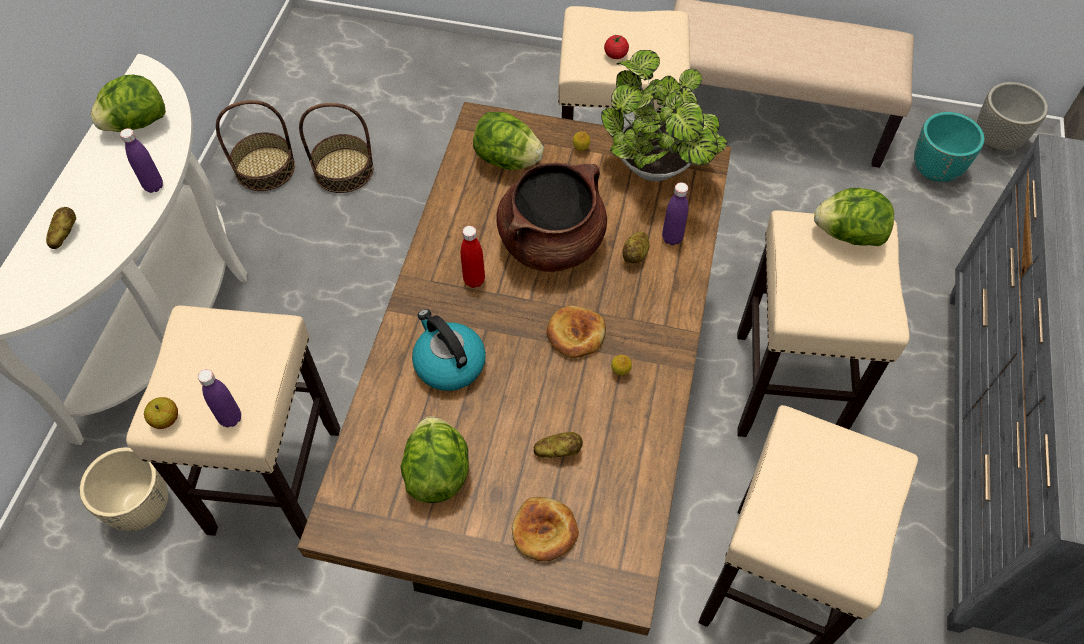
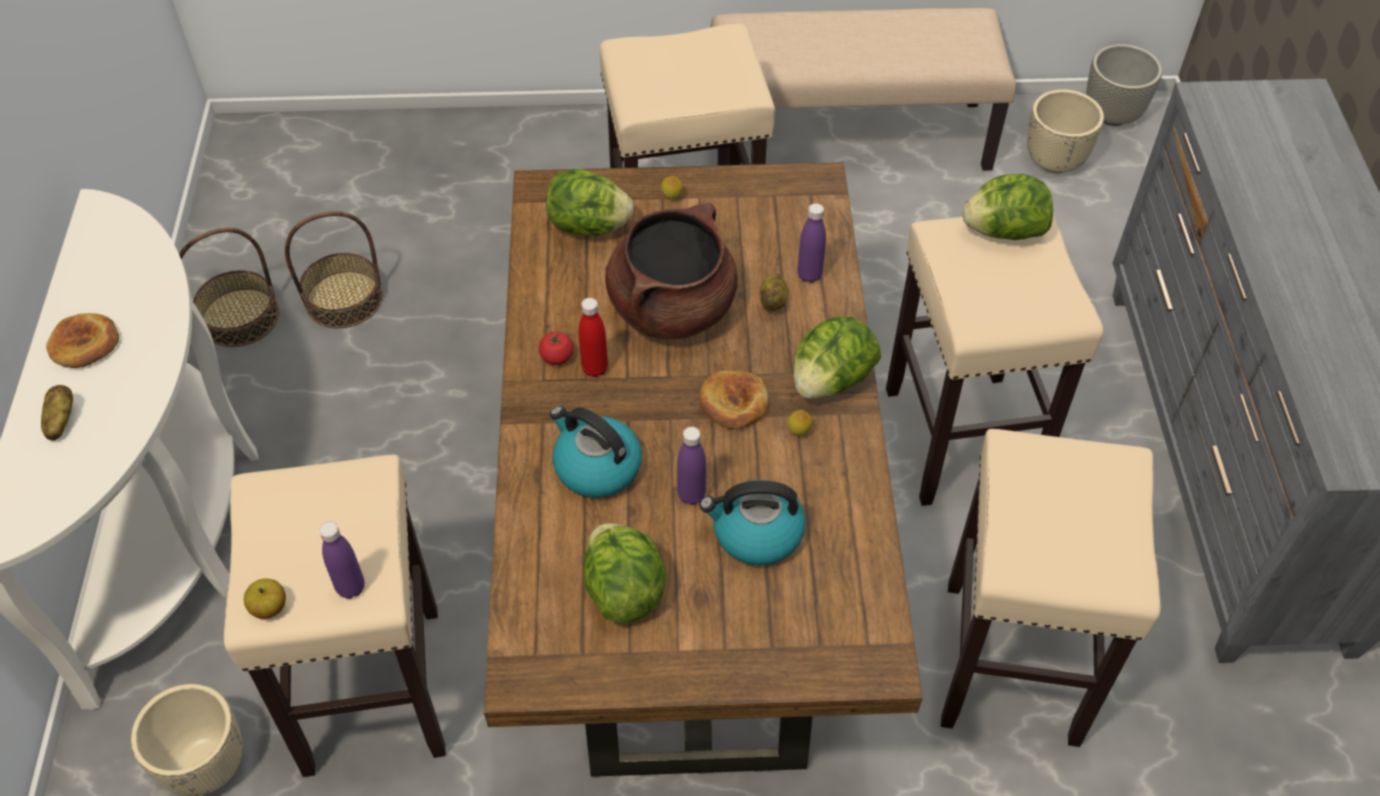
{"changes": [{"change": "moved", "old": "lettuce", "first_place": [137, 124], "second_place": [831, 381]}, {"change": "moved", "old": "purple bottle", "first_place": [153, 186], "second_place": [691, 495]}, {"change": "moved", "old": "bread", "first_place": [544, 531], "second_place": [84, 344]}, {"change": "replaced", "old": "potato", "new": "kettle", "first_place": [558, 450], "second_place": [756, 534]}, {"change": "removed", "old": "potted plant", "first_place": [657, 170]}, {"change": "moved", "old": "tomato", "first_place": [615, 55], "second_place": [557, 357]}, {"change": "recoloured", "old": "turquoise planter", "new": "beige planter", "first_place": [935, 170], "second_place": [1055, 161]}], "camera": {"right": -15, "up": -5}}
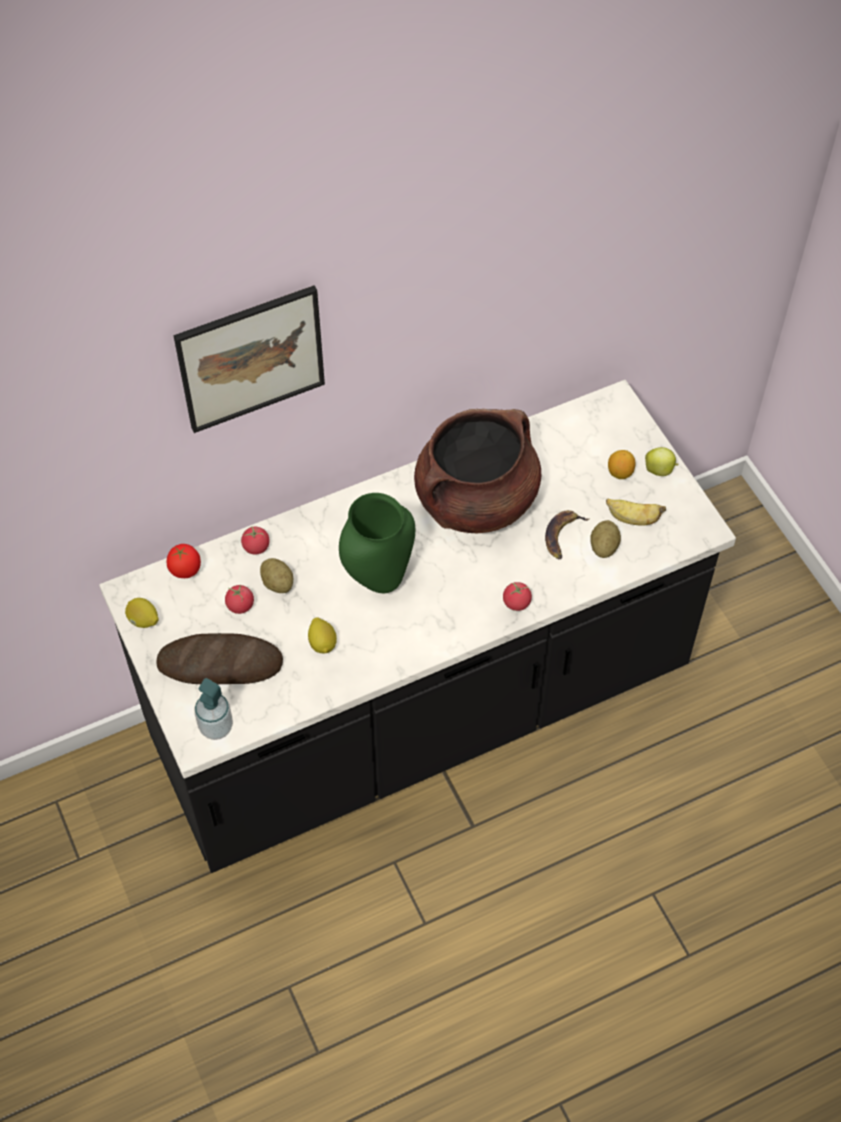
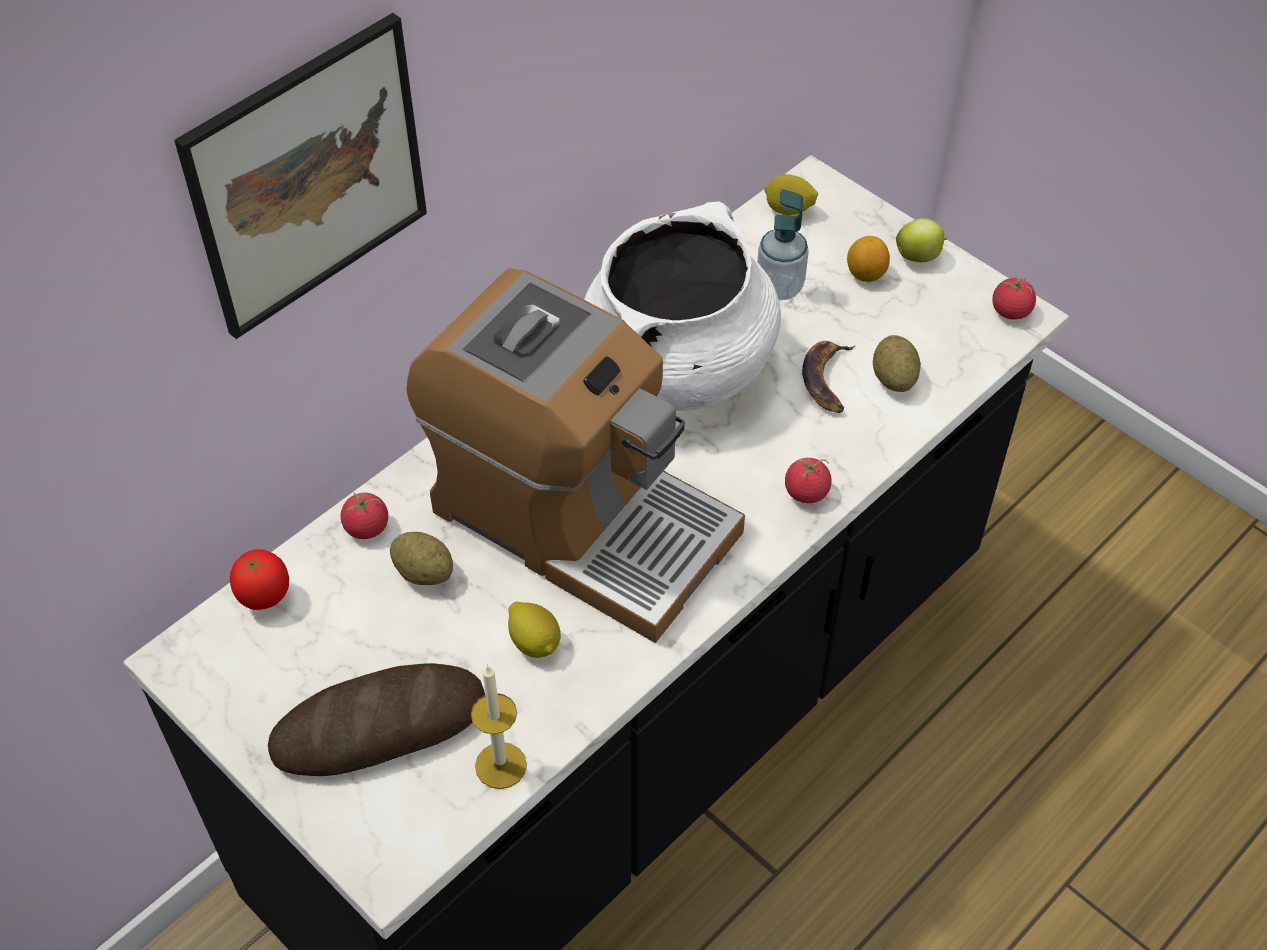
{"changes": [{"change": "moved", "old": "lemon", "first_place": [143, 620], "second_place": [788, 210]}, {"change": "moved", "old": "soap dispenser", "first_place": [216, 727], "second_place": [779, 287]}, {"change": "moved", "old": "tomato", "first_place": [240, 605], "second_place": [1011, 311]}, {"change": "replaced", "old": "green vase", "new": "coffee machine", "first_place": [378, 578], "second_place": [580, 519]}, {"change": "recoloured", "old": "brown cooking pot", "new": "white cooking pot", "first_place": [476, 500], "second_place": [678, 367]}, {"change": "removed", "old": "banana", "first_place": [632, 519]}, {"change": "added", "new": "candle", "second_place": [501, 765]}], "camera": {"right": -20, "up": -5}}
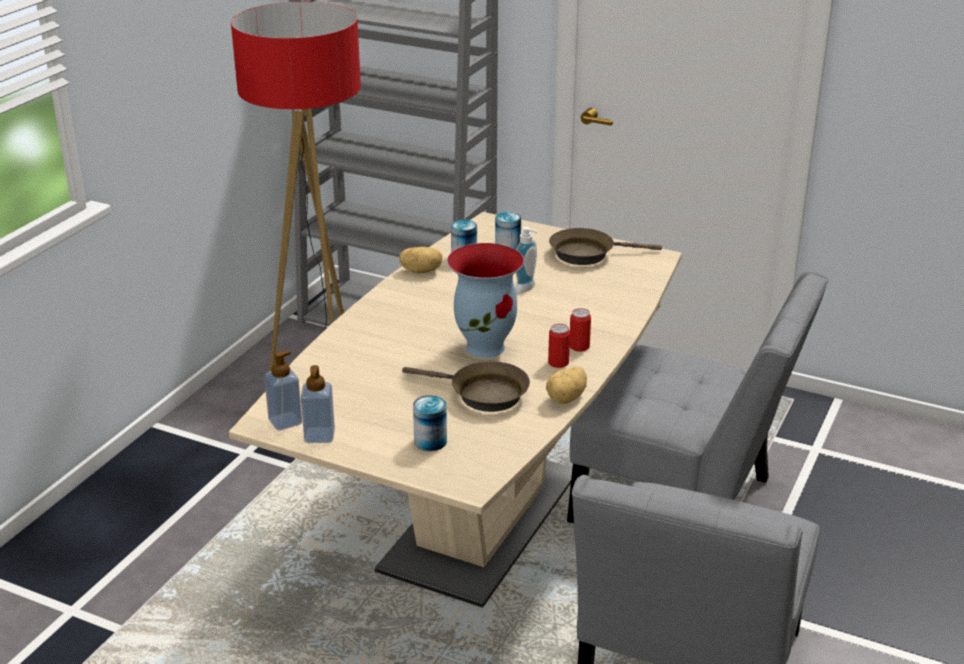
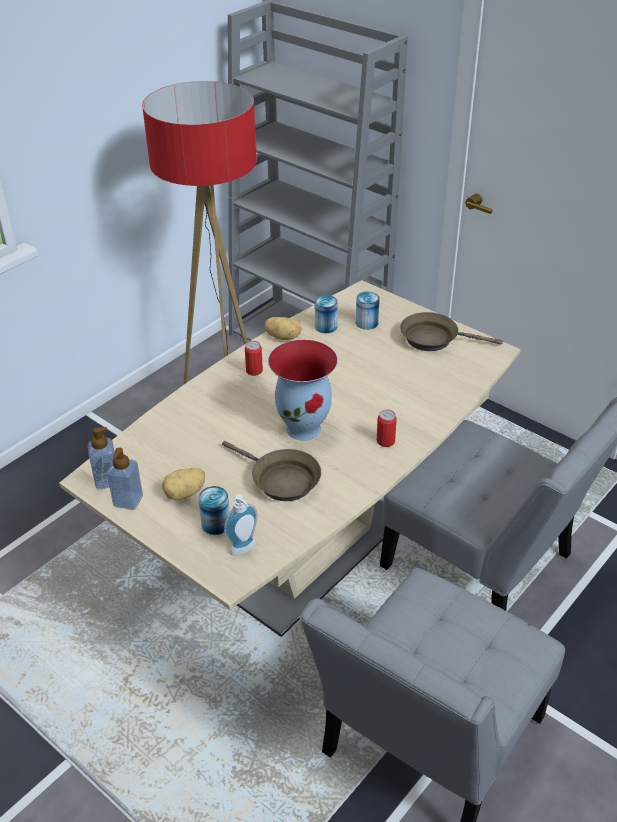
{"changes": [{"change": "moved", "old": "soap dispenser", "first_place": [527, 289], "second_place": [245, 550]}, {"change": "moved", "old": "potato", "first_place": [567, 398], "second_place": [185, 493]}, {"change": "moved", "old": "can", "first_place": [558, 363], "second_place": [254, 371]}], "camera": {"right": 15, "up": 10}}
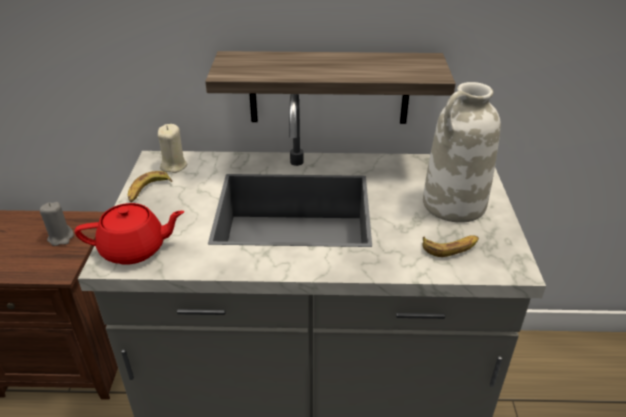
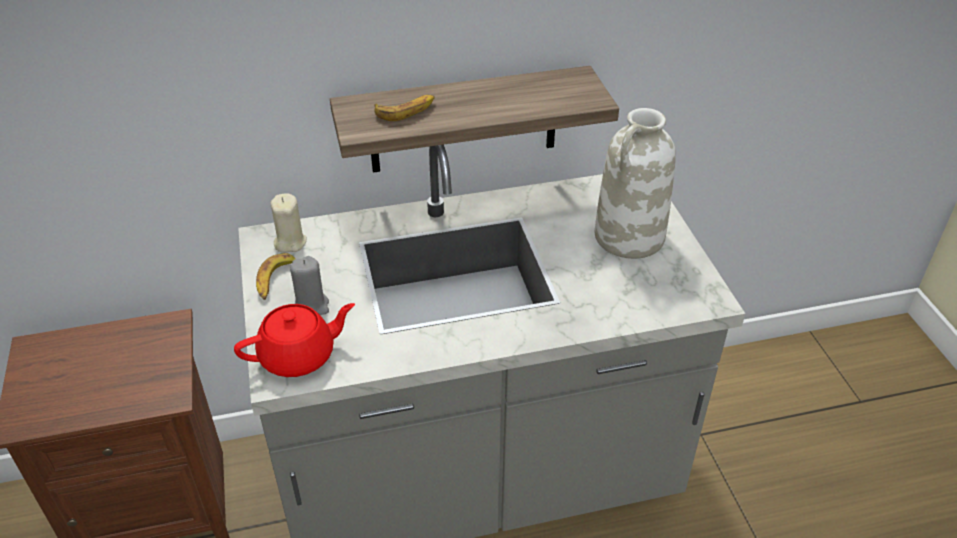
{"changes": [{"change": "moved", "old": "grey candle", "first_place": [61, 238], "second_place": [312, 306]}, {"change": "moved", "old": "banana", "first_place": [450, 247], "second_place": [406, 111]}], "camera": {"right": -15, "up": 5}}
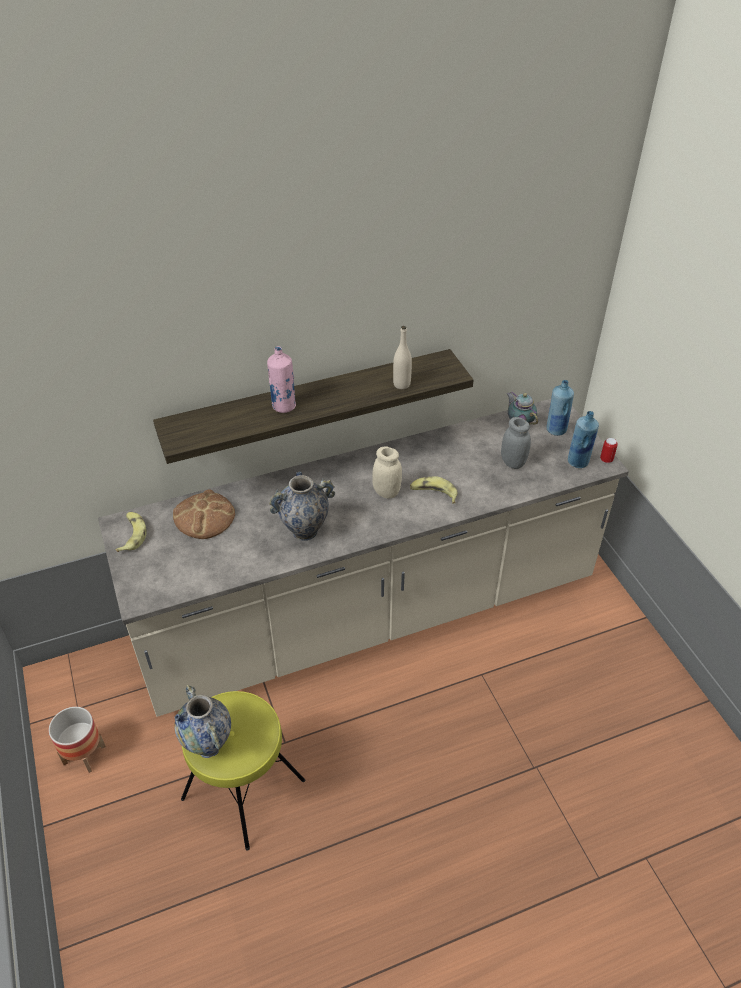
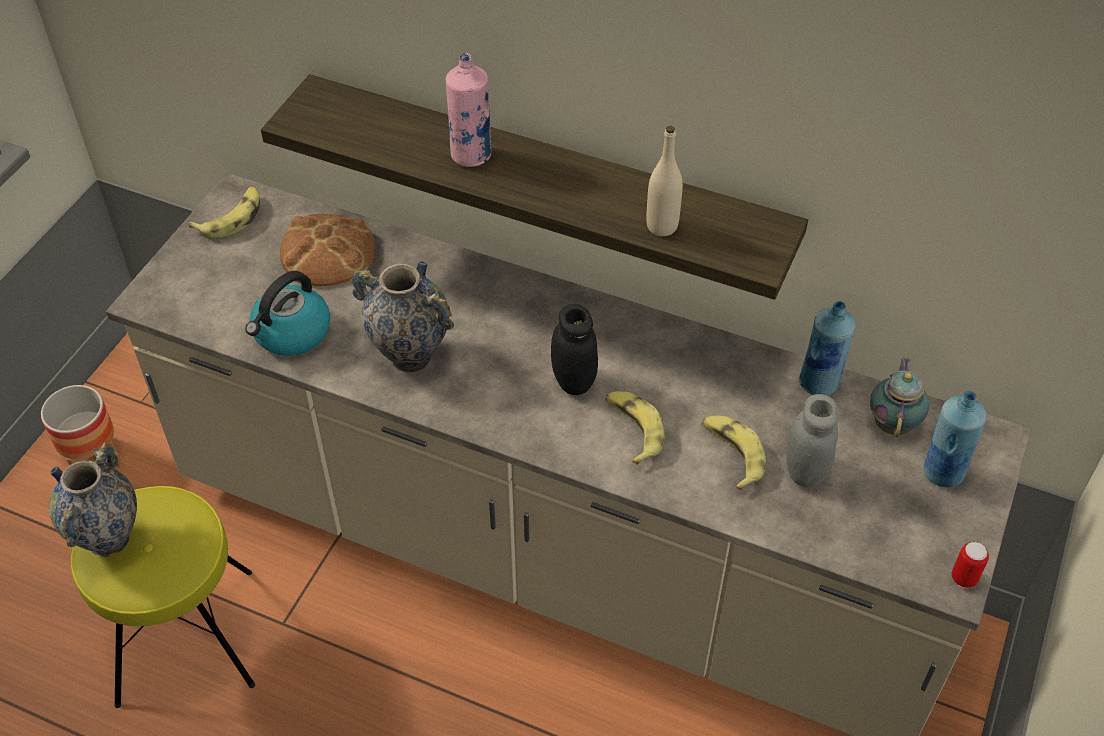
{"changes": [{"change": "recoloured", "old": "beige jar", "new": "black jar", "first_place": [386, 492], "second_place": [574, 381]}, {"change": "moved", "old": "blue bottle", "first_place": [578, 462], "second_place": [819, 383]}, {"change": "added", "new": "kettle", "second_place": [291, 333]}, {"change": "added", "new": "banana", "second_place": [731, 454]}], "camera": {"right": 45, "up": 5}}
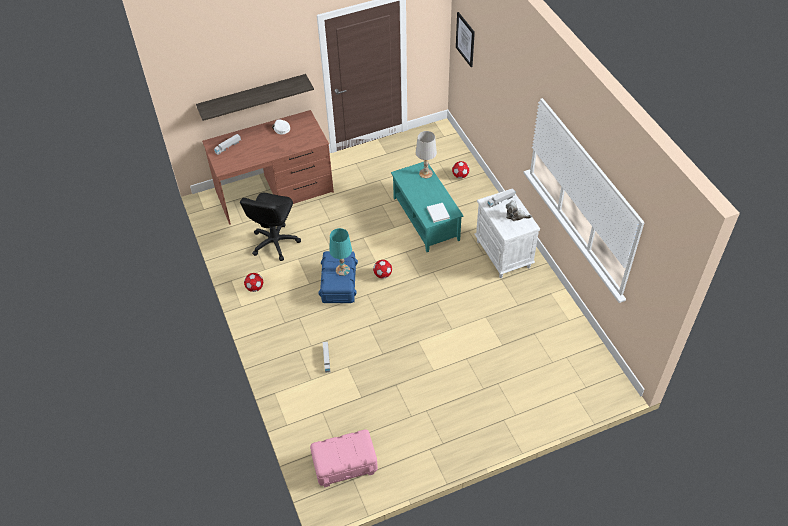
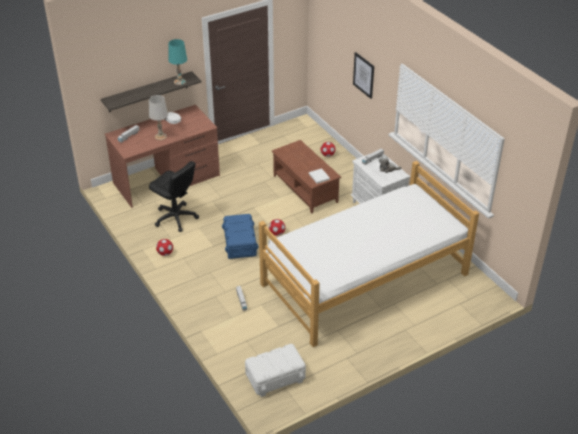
{"changes": [{"change": "turned", "old": "black office chair", "first_place": [275, 242], "second_place": [175, 218], "degrees": -60}, {"change": "recoloured", "old": "pink storage box", "new": "white storage box", "first_place": [344, 464], "second_place": [275, 377]}, {"change": "moved", "old": "turquoise table lamp", "first_place": [342, 270], "second_place": [179, 82]}, {"change": "recoloured", "old": "turquoise coffee table", "new": "brown coffee table", "first_place": [426, 219], "second_place": [305, 189]}, {"change": "moved", "old": "white table lamp", "first_place": [426, 173], "second_place": [161, 136]}, {"change": "moved", "old": "picture", "first_place": [465, 39], "second_place": [364, 75]}, {"change": "added", "new": "bed", "second_place": [365, 279]}], "camera": {"right": -10, "up": -10}}
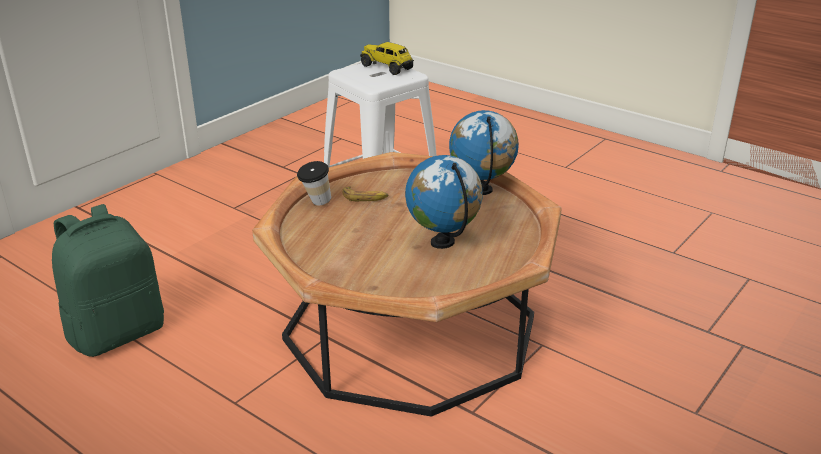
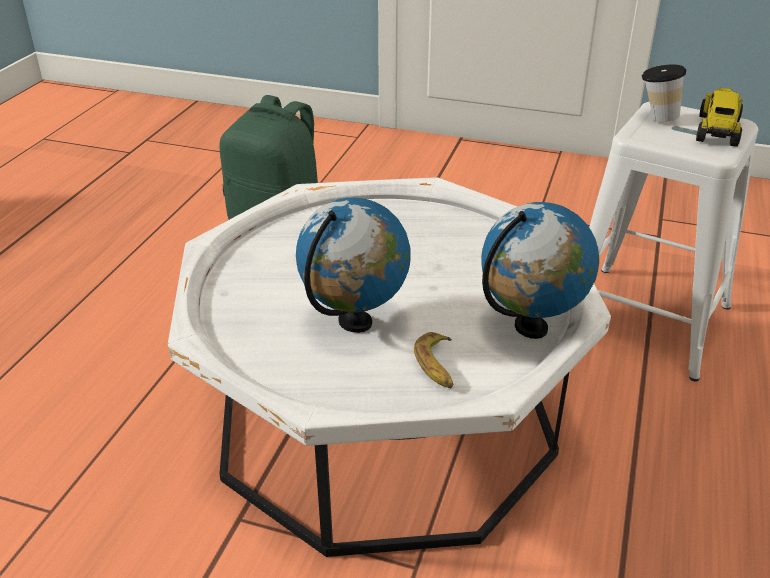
{"changes": [{"change": "recoloured", "old": "brown coffee table", "new": "white coffee table", "first_place": [410, 328], "second_place": [384, 418]}, {"change": "moved", "old": "cup", "first_place": [315, 203], "second_place": [656, 118]}, {"change": "moved", "old": "banana", "first_place": [365, 197], "second_place": [437, 366]}], "camera": {"right": 70, "up": 5}}
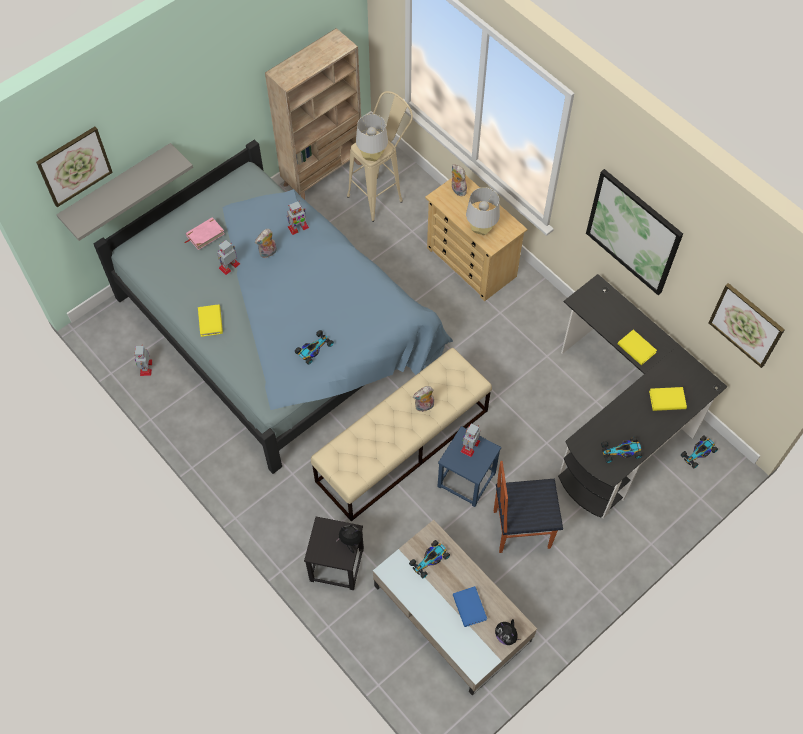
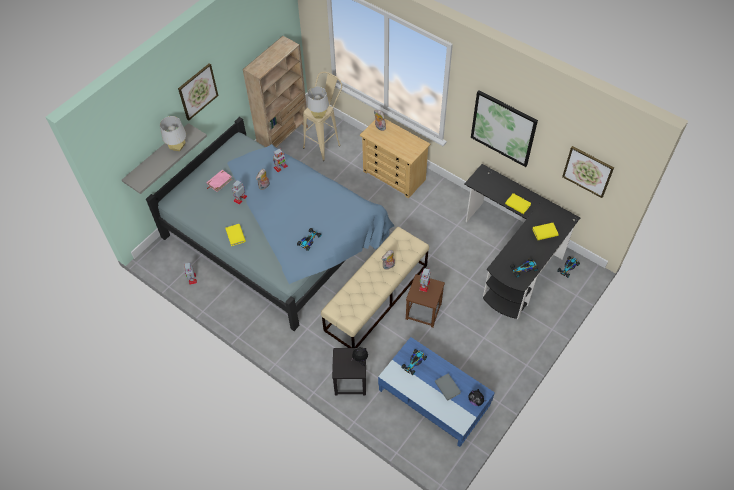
{"changes": [{"change": "moved", "old": "picture", "first_place": [74, 166], "second_place": [197, 91]}, {"change": "recoloured", "old": "beige coffee table", "new": "blue coffee table", "first_place": [452, 613], "second_place": [434, 397]}, {"change": "recoloured", "old": "blue stool", "new": "brown stool", "first_place": [467, 480], "second_place": [423, 311]}, {"change": "recoloured", "old": "blue book", "new": "grey book", "first_place": [469, 607], "second_place": [447, 387]}, {"change": "moved", "old": "grey table lamp", "first_place": [481, 229], "second_place": [177, 147]}, {"change": "removed", "old": "chair", "first_place": [520, 528]}], "camera": {"right": -10, "up": -5}}
